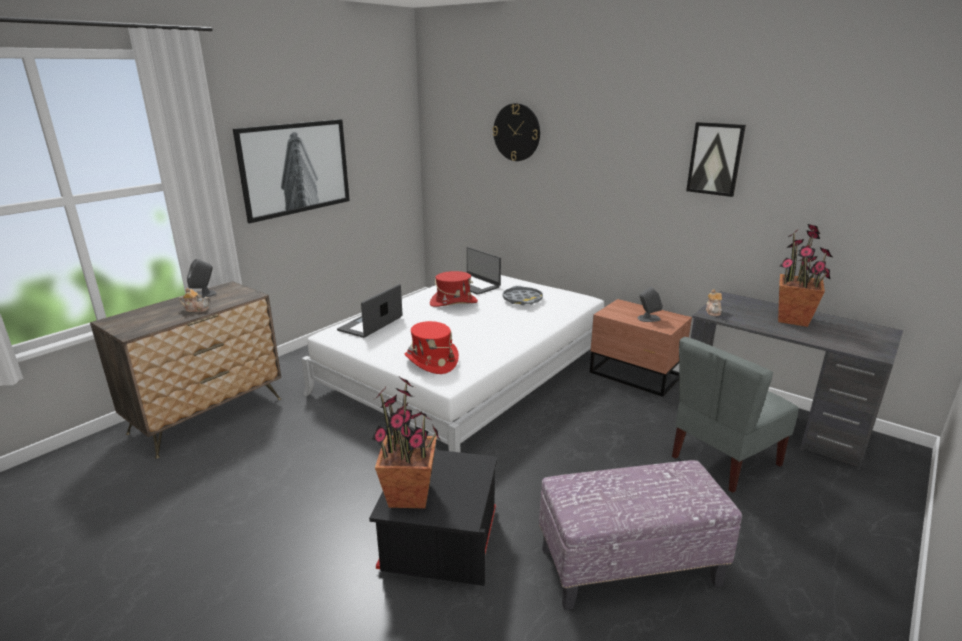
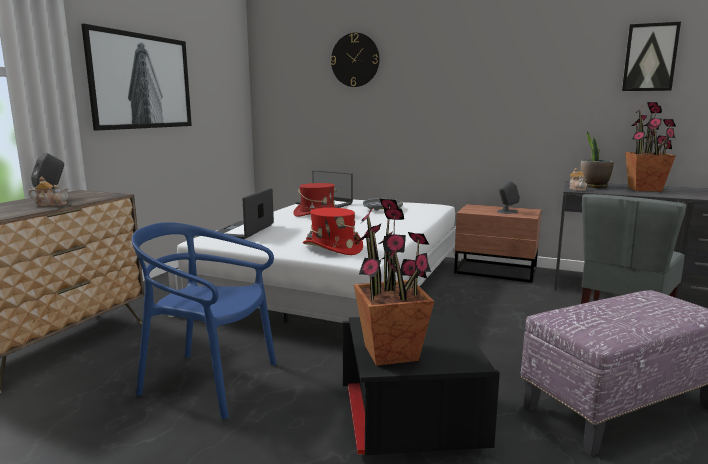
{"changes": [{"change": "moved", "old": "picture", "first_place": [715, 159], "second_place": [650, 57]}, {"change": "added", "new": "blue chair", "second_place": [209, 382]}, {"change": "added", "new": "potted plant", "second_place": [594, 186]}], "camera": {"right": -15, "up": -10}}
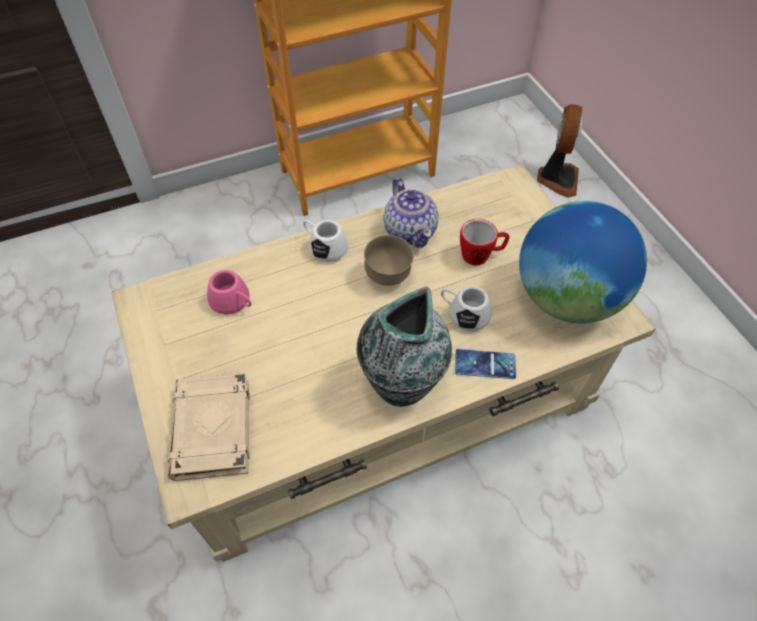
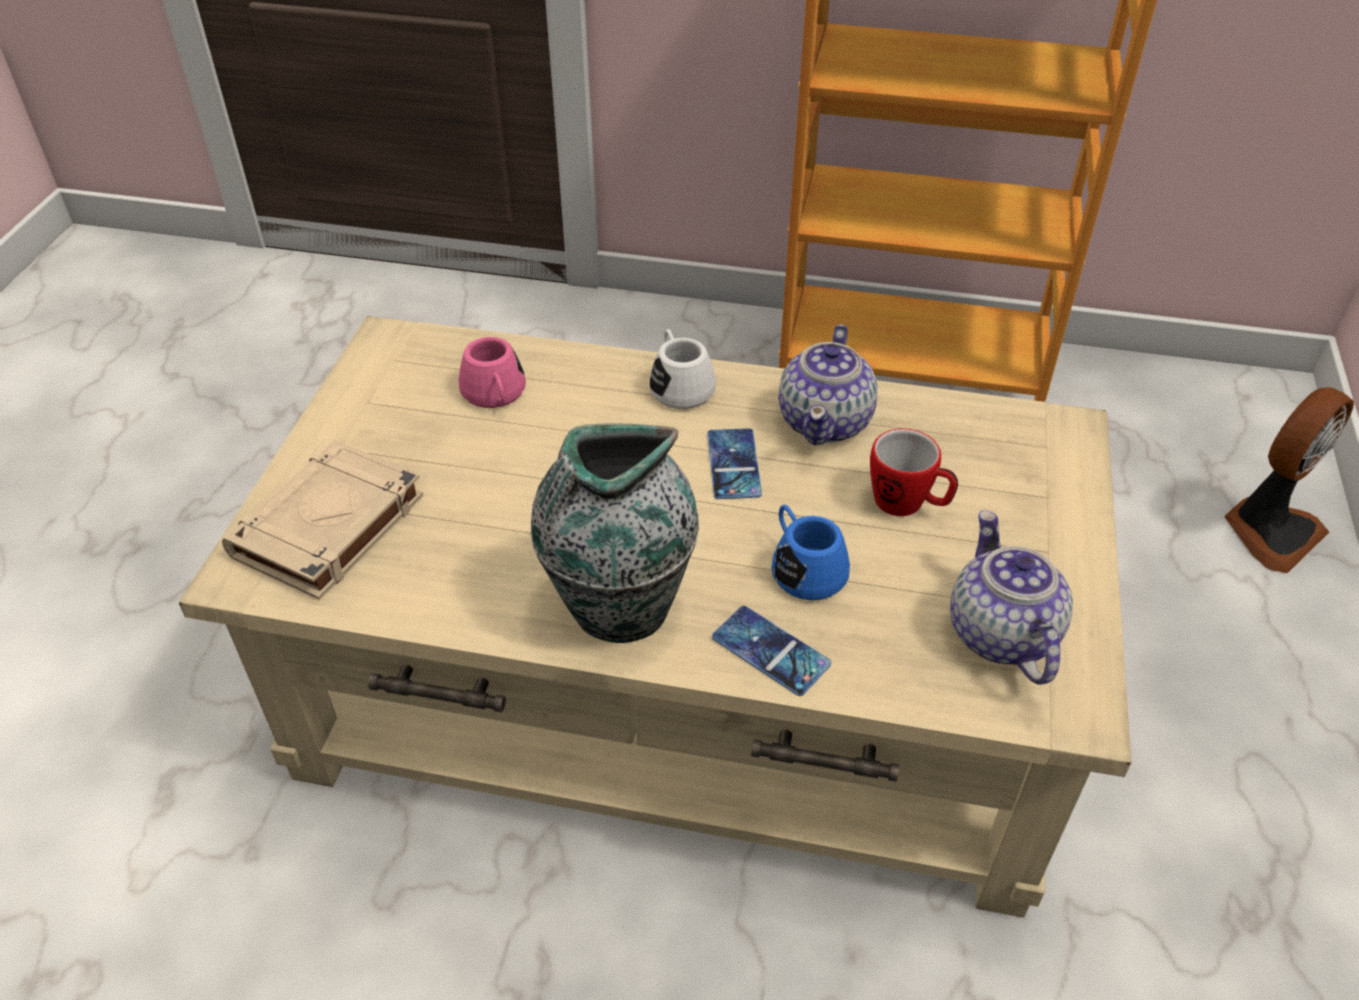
{"changes": [{"change": "replaced", "old": "brown bowl", "new": "phone", "first_place": [388, 277], "second_place": [733, 464]}, {"change": "recoloured", "old": "white mug", "new": "blue mug", "first_place": [464, 314], "second_place": [803, 567]}, {"change": "replaced", "old": "globe", "new": "teapot", "first_place": [566, 299], "second_place": [999, 633]}], "camera": {"right": 35, "up": -10}}
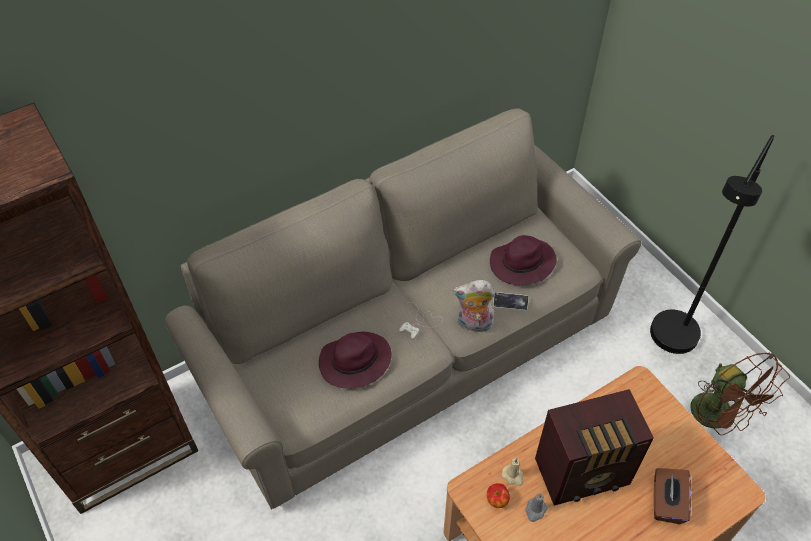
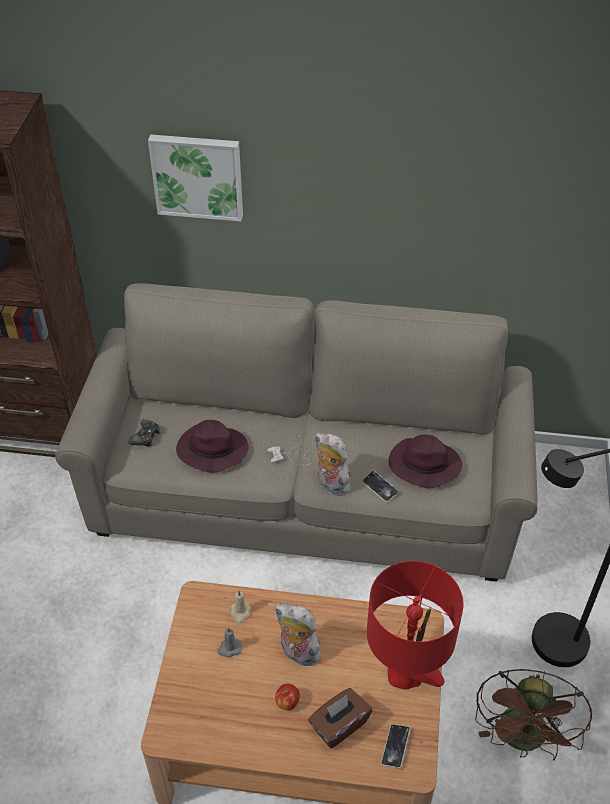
{"changes": [{"change": "moved", "old": "apple", "first_place": [497, 500], "second_place": [287, 702]}, {"change": "replaced", "old": "radio", "new": "plush toy", "first_place": [584, 473], "second_place": [297, 653]}, {"change": "added", "new": "black game controller", "second_place": [145, 437]}, {"change": "added", "new": "picture", "second_place": [198, 175]}, {"change": "added", "new": "red table lamp", "second_place": [405, 675]}, {"change": "added", "new": "phone", "second_place": [395, 747]}], "camera": {"right": 40, "up": -5}}
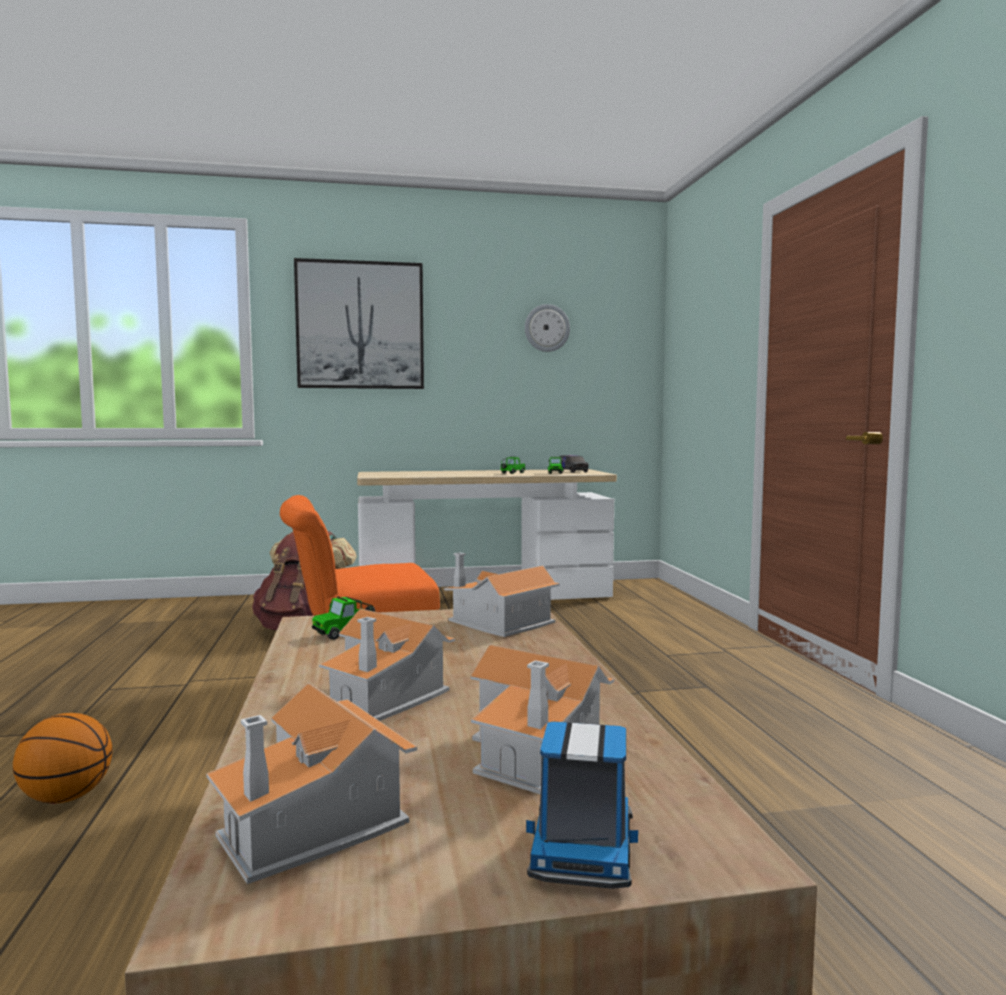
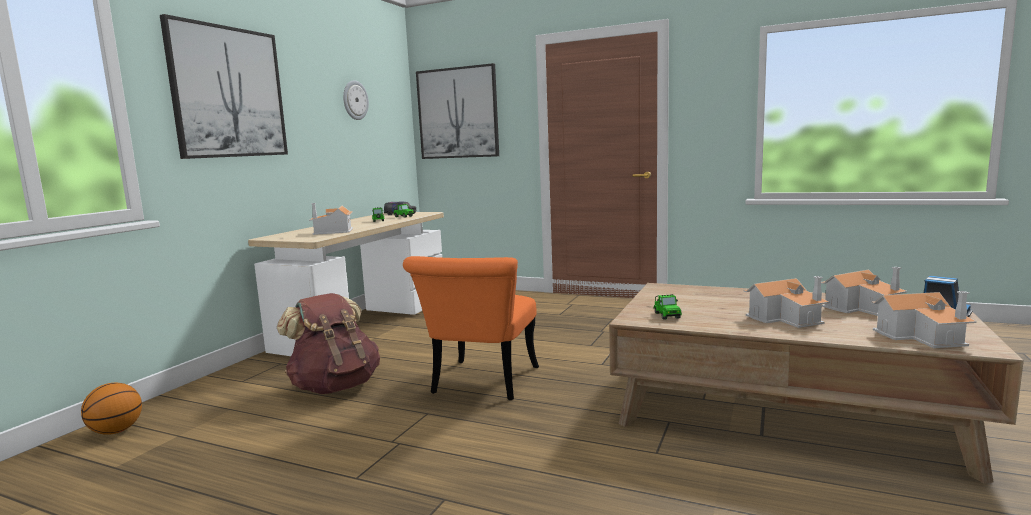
{"changes": [{"change": "moved", "old": "basketball", "first_place": [66, 797], "second_place": [116, 431]}, {"change": "moved", "old": "toy house", "first_place": [498, 623], "second_place": [334, 231]}, {"change": "added", "new": "picture", "second_place": [458, 113]}], "camera": {"right": -55, "up": 5}}
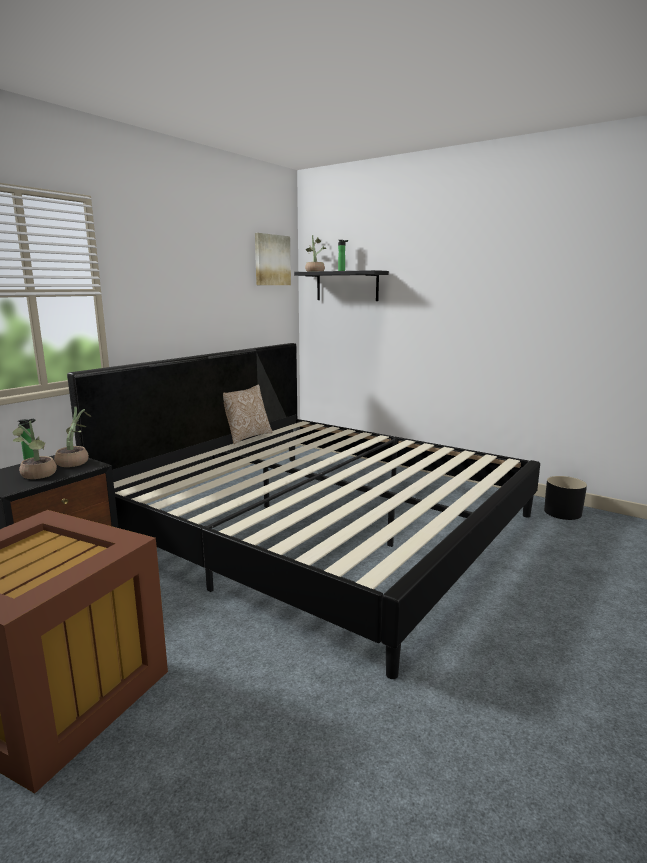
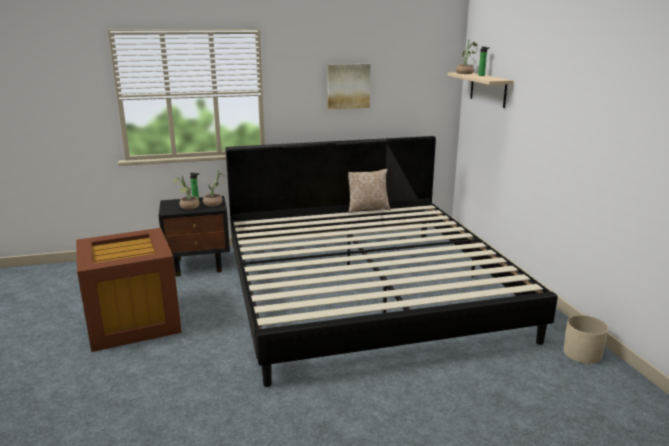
{"changes": [{"change": "moved", "old": "picture", "first_place": [271, 260], "second_place": [348, 86]}, {"change": "recoloured", "old": "black shelf", "new": "beige shelf", "first_place": [347, 286], "second_place": [488, 89]}, {"change": "recoloured", "old": "black planter", "new": "beige planter", "first_place": [563, 512], "second_place": [582, 353]}], "camera": {"right": 40, "up": 5}}
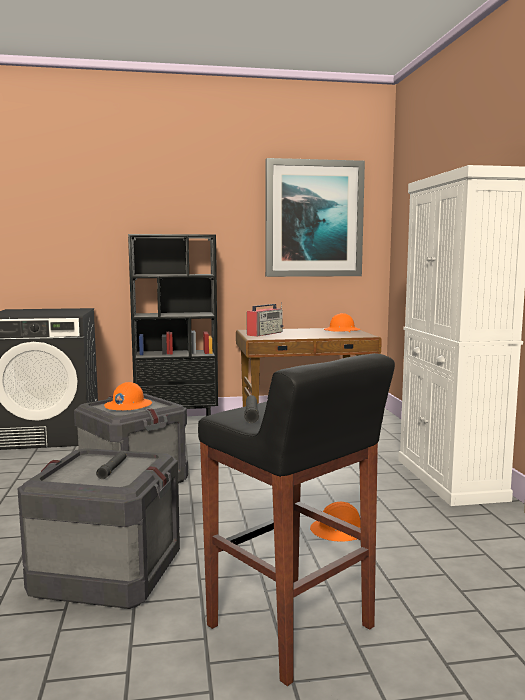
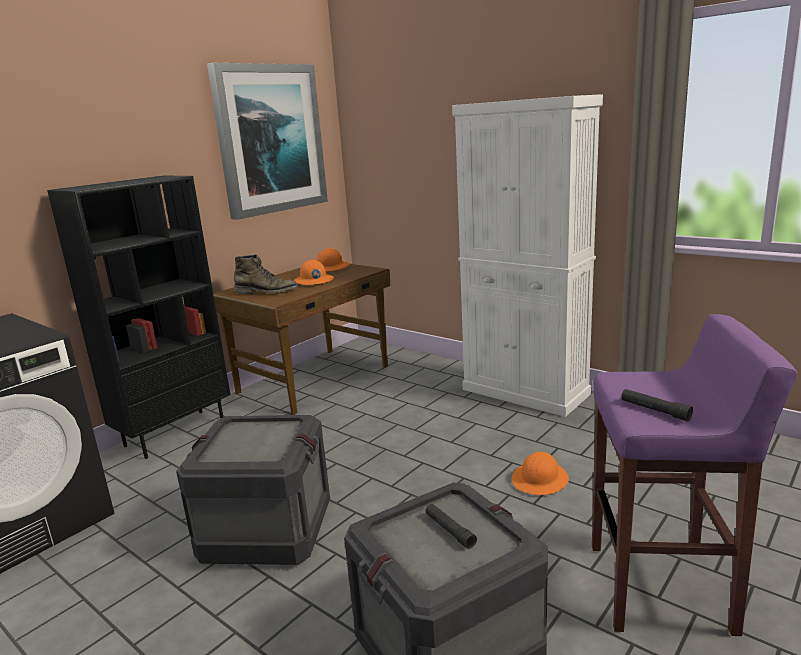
{"changes": [{"change": "moved", "old": "orange hard hat", "first_place": [128, 406], "second_place": [313, 281]}, {"change": "recoloured", "old": "black stool", "new": "purple stool", "first_place": [292, 628], "second_place": [662, 588]}, {"change": "replaced", "old": "radio", "new": "green boot", "first_place": [265, 333], "second_place": [266, 292]}], "camera": {"right": -40, "up": 10}}
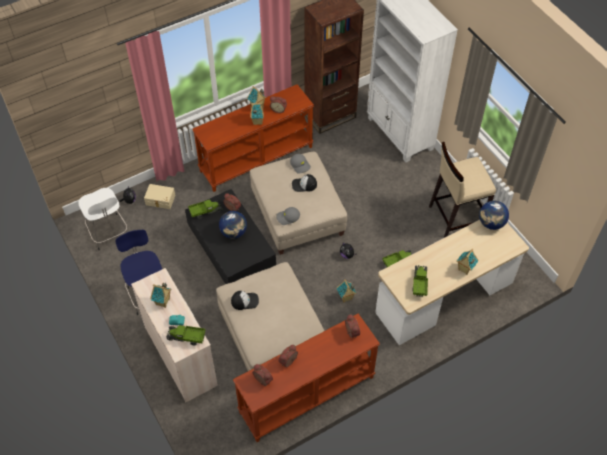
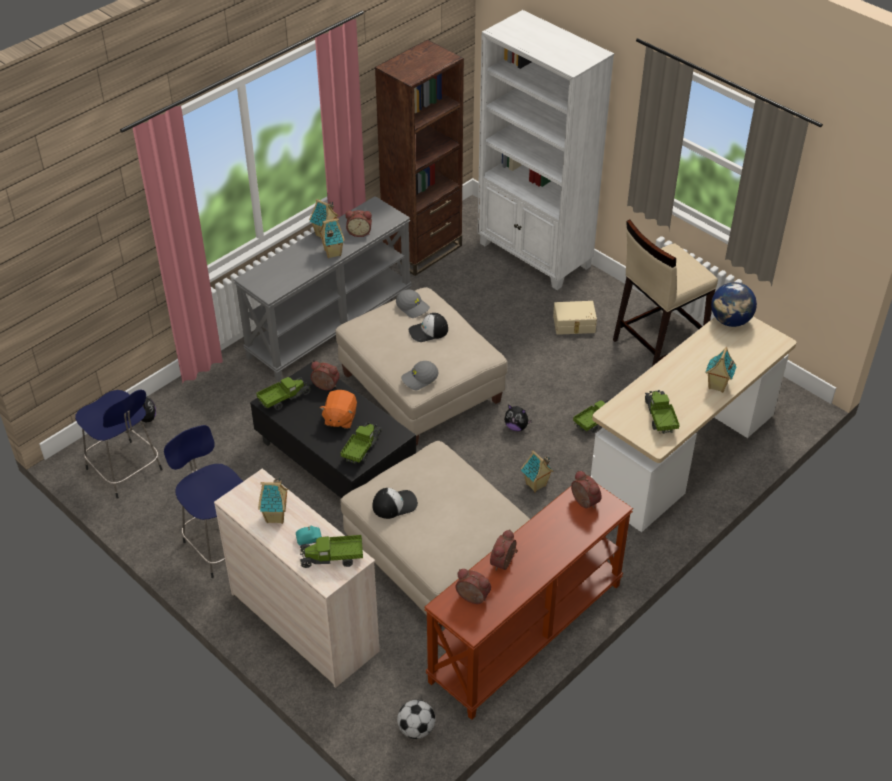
{"changes": [{"change": "recoloured", "old": "white stool", "new": "blue stool", "first_place": [108, 233], "second_place": [126, 471]}, {"change": "moved", "old": "beige storage box", "first_place": [160, 200], "second_place": [574, 325]}, {"change": "recoloured", "old": "brown console table", "new": "grey console table", "first_place": [256, 158], "second_place": [330, 324]}, {"change": "replaced", "old": "globe", "new": "orange plush toy", "first_place": [234, 232], "second_place": [340, 418]}, {"change": "added", "new": "toy truck", "second_place": [362, 448]}, {"change": "added", "new": "football", "second_place": [416, 729]}], "camera": {"right": -15, "up": -10}}
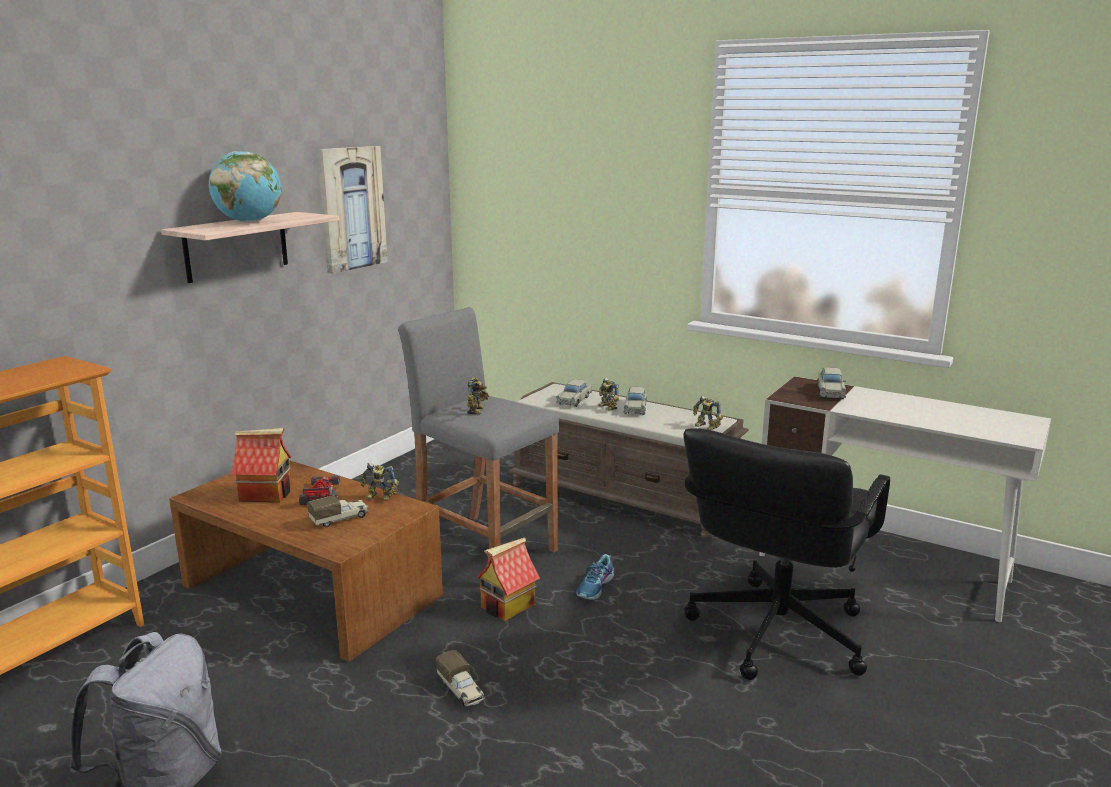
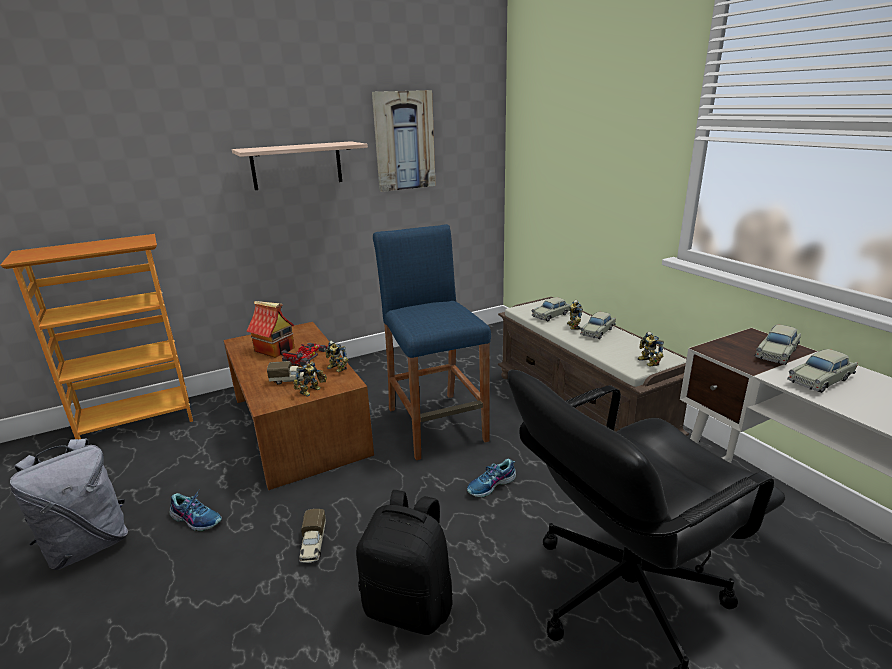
{"changes": [{"change": "removed", "old": "globe", "first_place": [249, 222]}, {"change": "recoloured", "old": "grey stool", "new": "blue stool", "first_place": [485, 549], "second_place": [436, 424]}, {"change": "moved", "old": "toy robot", "first_place": [477, 410], "second_place": [312, 391]}, {"change": "removed", "old": "toy house", "first_place": [508, 606]}, {"change": "added", "new": "shoe", "second_place": [197, 519]}, {"change": "added", "new": "black backpack", "second_place": [410, 605]}, {"change": "added", "new": "beige toy car", "second_place": [820, 380]}], "camera": {"right": 30, "up": 5}}
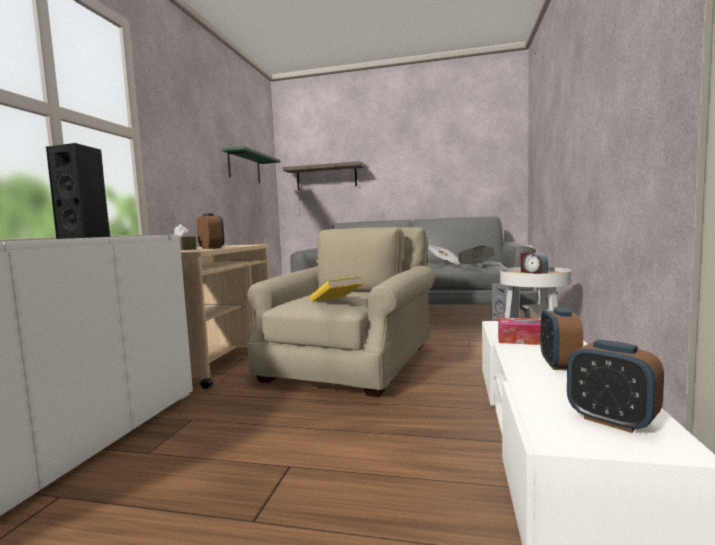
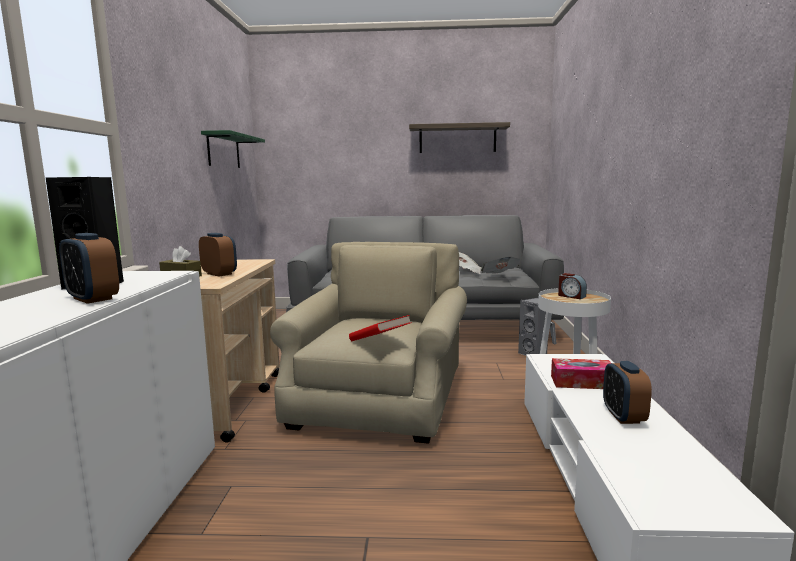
{"changes": [{"change": "moved", "old": "shelf", "first_place": [326, 177], "second_place": [457, 139]}, {"change": "recoloured", "old": "yellow book", "new": "red book", "first_place": [336, 302], "second_place": [379, 342]}, {"change": "moved", "old": "alarm clock", "first_place": [611, 420], "second_place": [92, 299]}], "camera": {"right": -10, "up": 5}}
